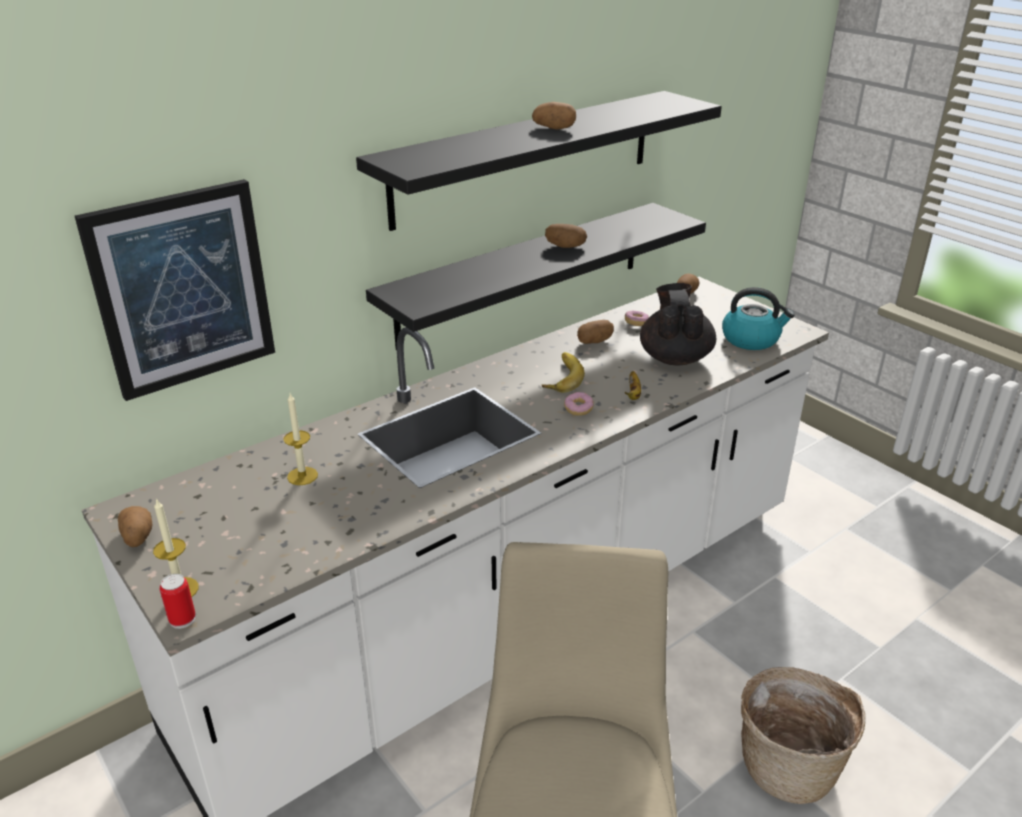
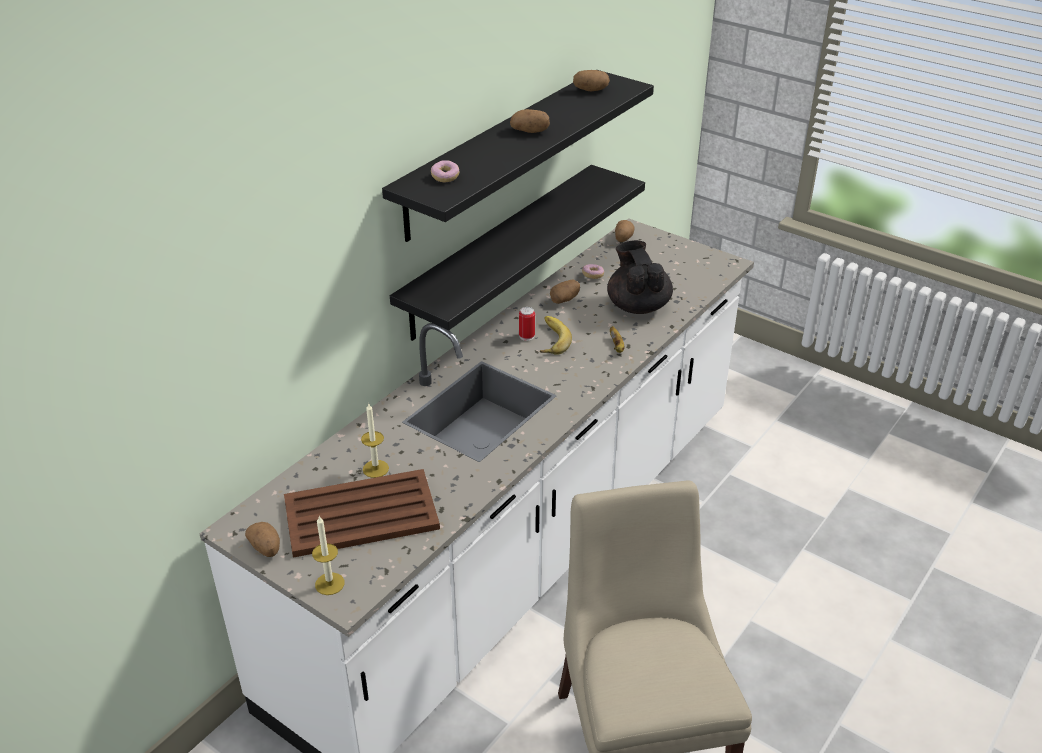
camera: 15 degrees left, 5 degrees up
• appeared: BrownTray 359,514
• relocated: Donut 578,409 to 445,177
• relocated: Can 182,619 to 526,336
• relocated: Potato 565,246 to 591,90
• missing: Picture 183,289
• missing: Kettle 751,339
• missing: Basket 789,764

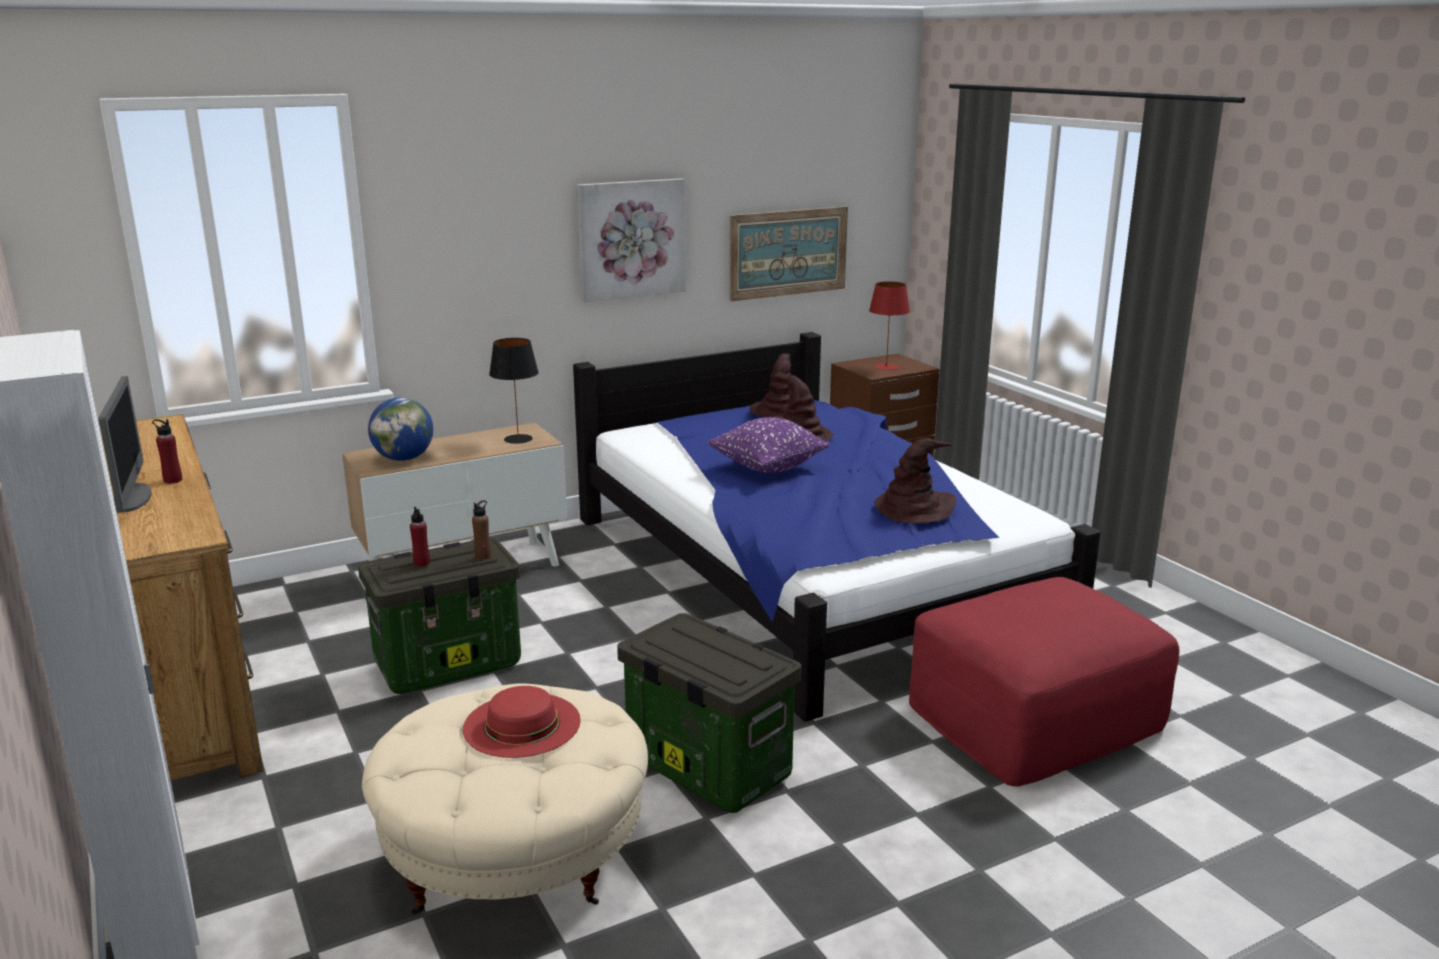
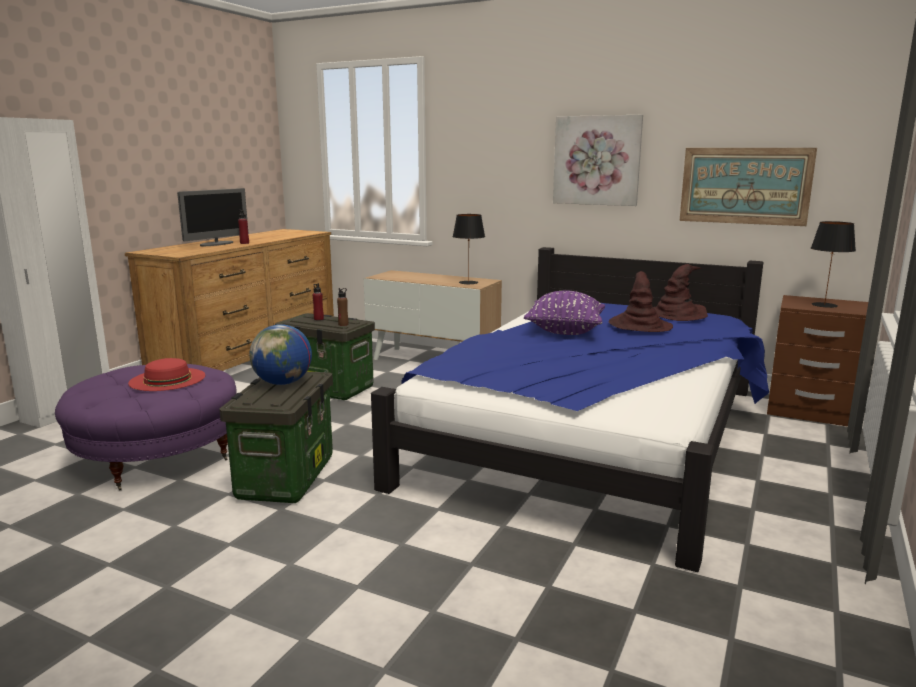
camera: 55 degrees right, 5 degrees down
• colour: BeigeOttoman 514,853 to PurpleOttoman 158,457
• relocated: Globe 404,459 to 283,383
• colour: RedTableLamp 887,367 to BlackTableLamp 825,305
• missing: BrownHat 914,508
• missing: RedOttoman 1034,716

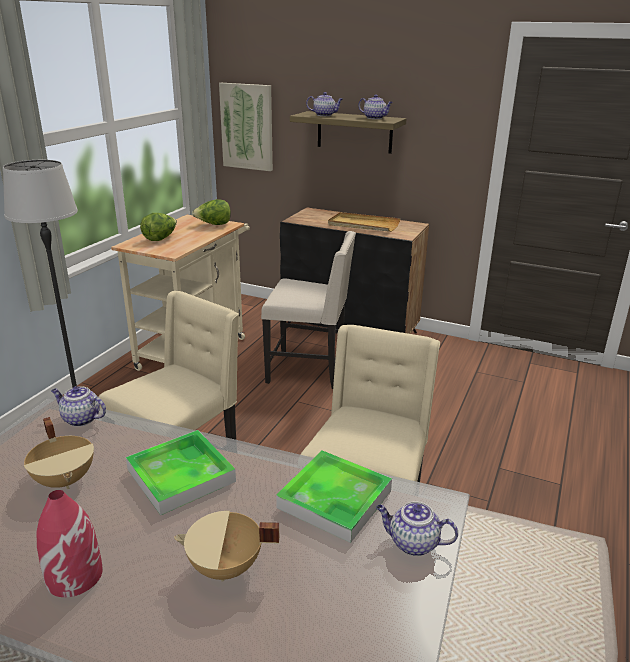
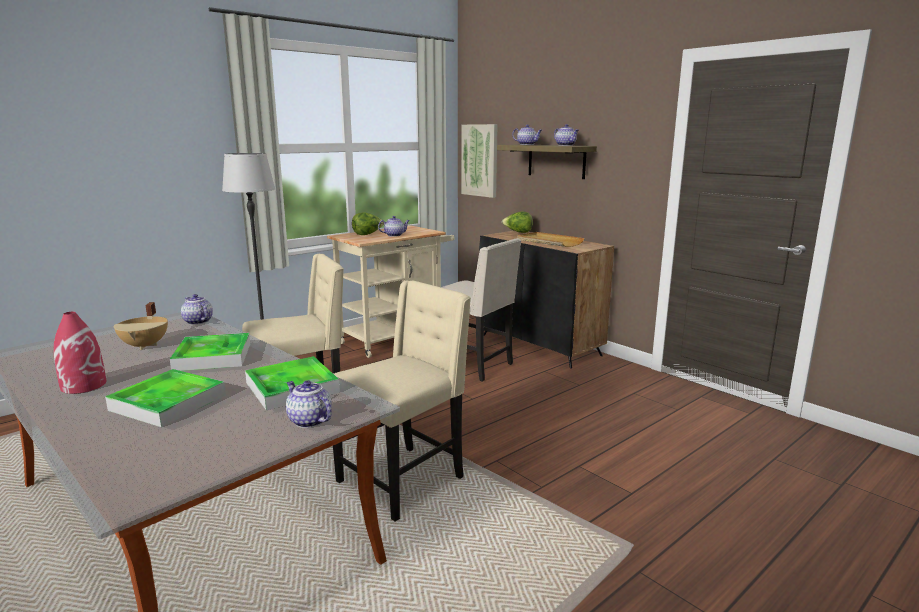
camera: 25 degrees right, 10 degrees down
• exchanged: BeigeCookingPot 225,568 to Tray 168,402
• appeared: Teapot 394,235
• relocated: Lettuce 213,225 to 518,232

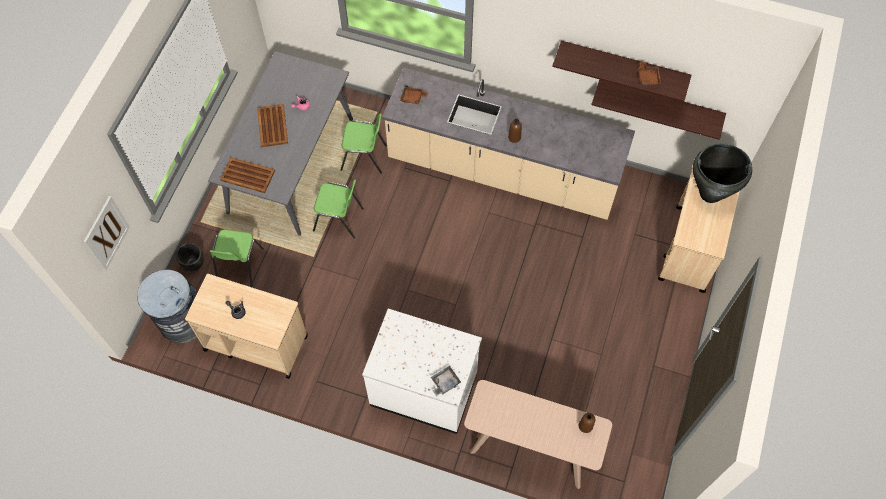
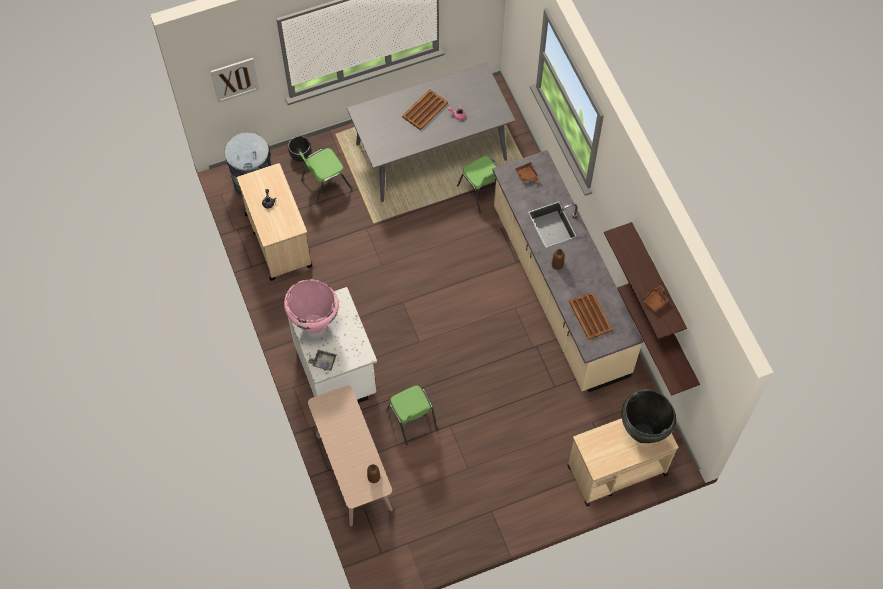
camera: 50 degrees right, 0 degrees up
• appeared: PinkVase 315,324
• relocated: GreenChair 339,219 to 412,421
• relocated: BrownTray 248,176 to 590,316

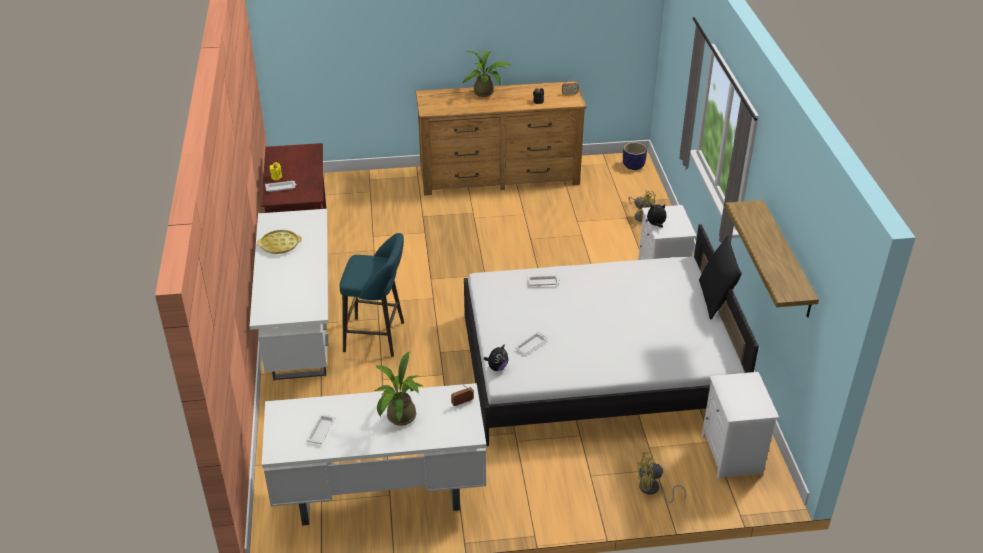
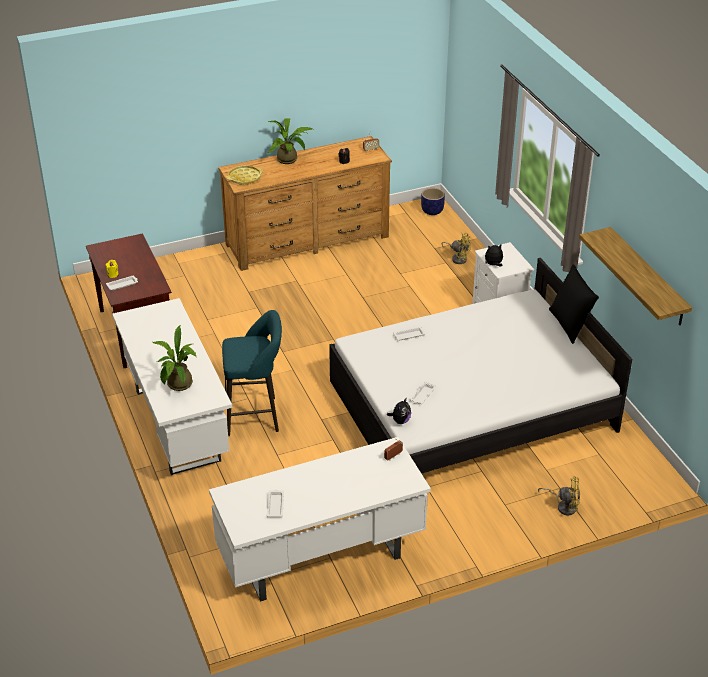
camera: 15 degrees left, 0 degrees up
• relocated: PottedPlant 399,418 to 178,386
• relocated: YellowTray 279,245 to 244,178
• spun: YellowFan 653,490 = 564,506 150 degrees counterclockwise
• missing: WhiteNightstand 733,455

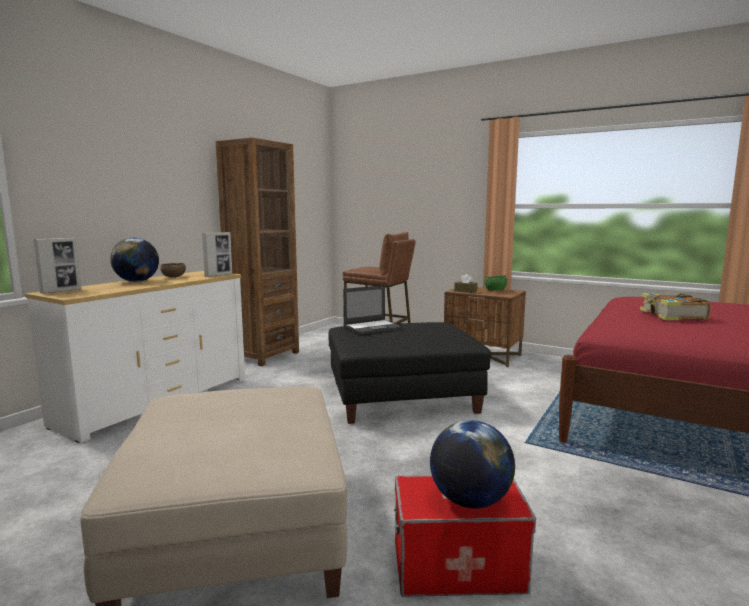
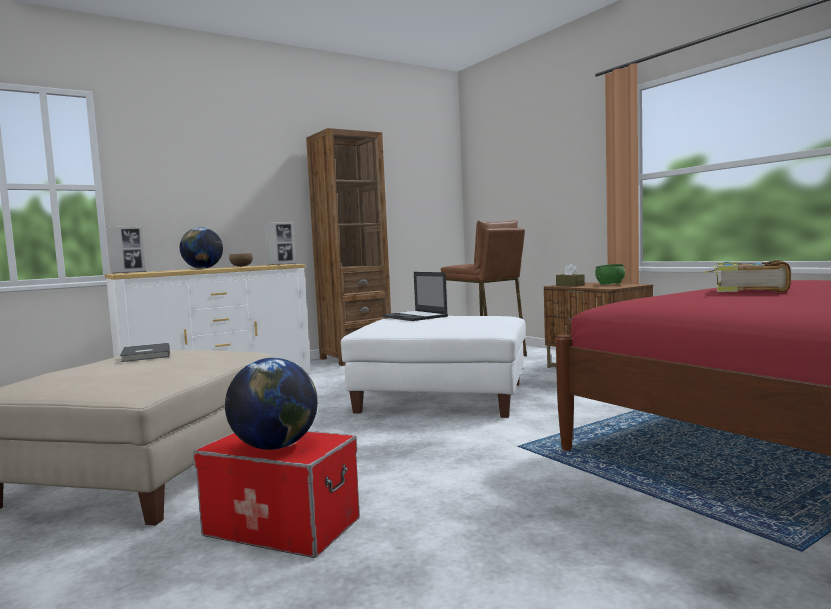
camera: 25 degrees right, 5 degrees down
• appeared: GreyBook 144,355
• colour: BlackOttoman 402,397 to WhiteOttoman 442,397
• spun: Laptop 373,327 = 415,316 60 degrees clockwise

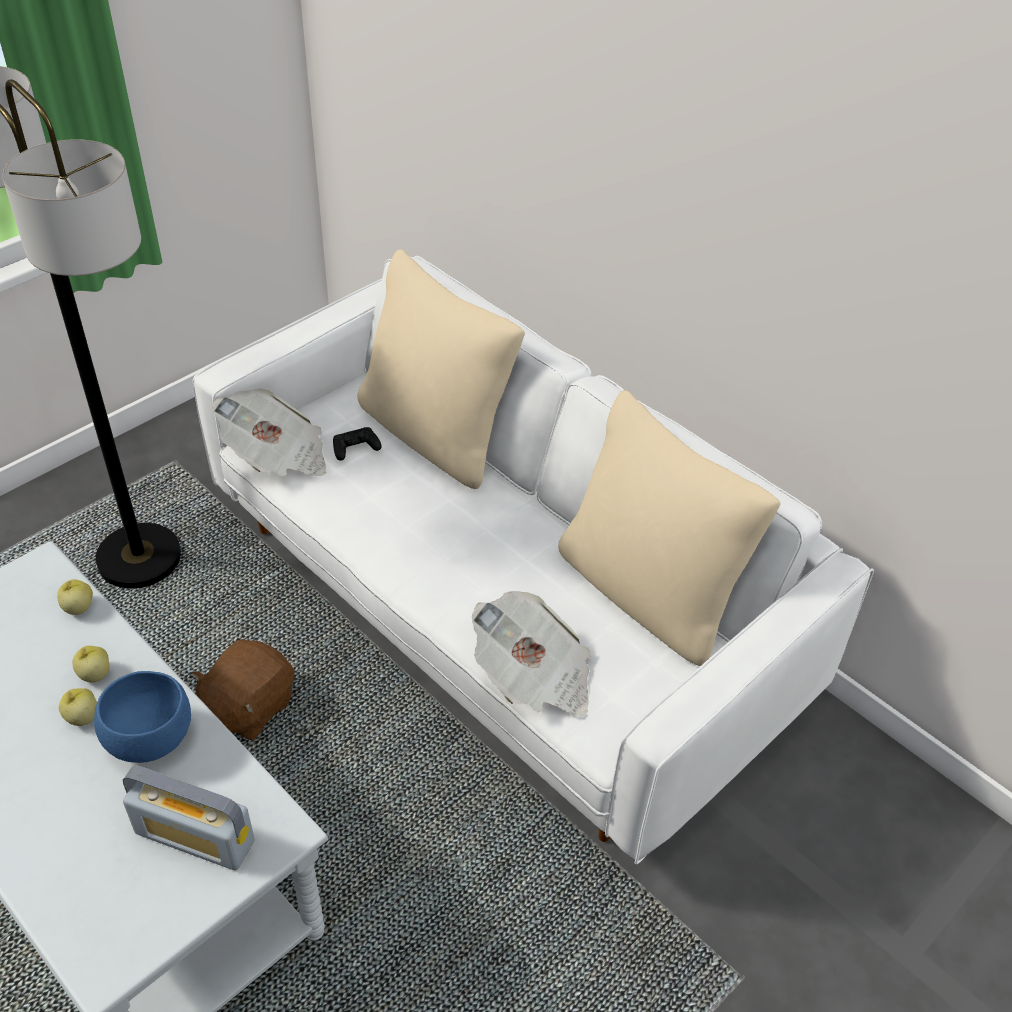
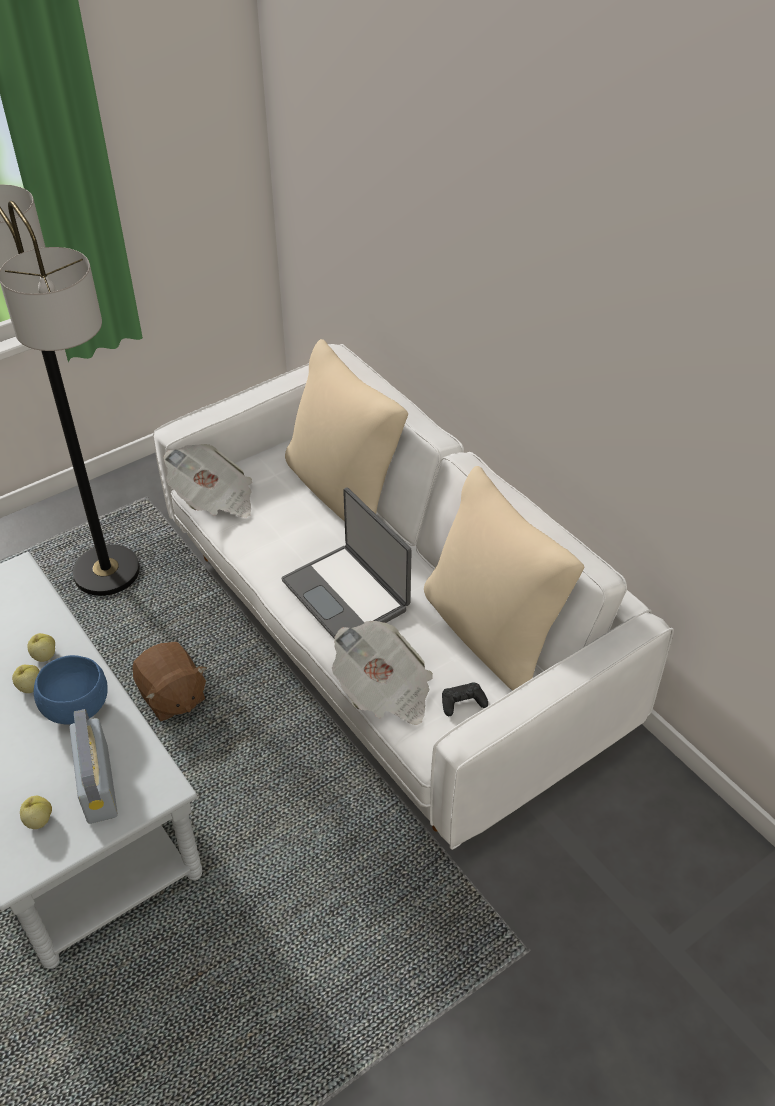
camera: 10 degrees right, 0 degrees up
• relocated: Apple 78,607 to 38,820
• spun: Radio 195,837 = 98,784 45 degrees clockwise
• spun: BrownPlushToy 248,707 = 172,696 75 degrees counterclockwise
• appeared: Laptop 347,594
• relocated: BlackGameController 355,448 to 462,702

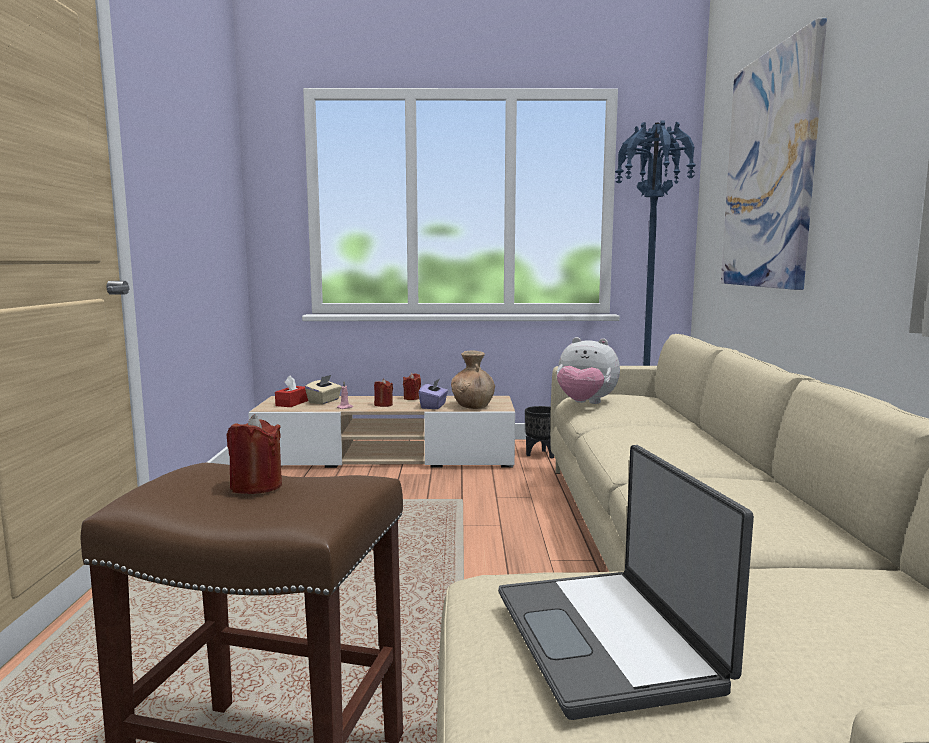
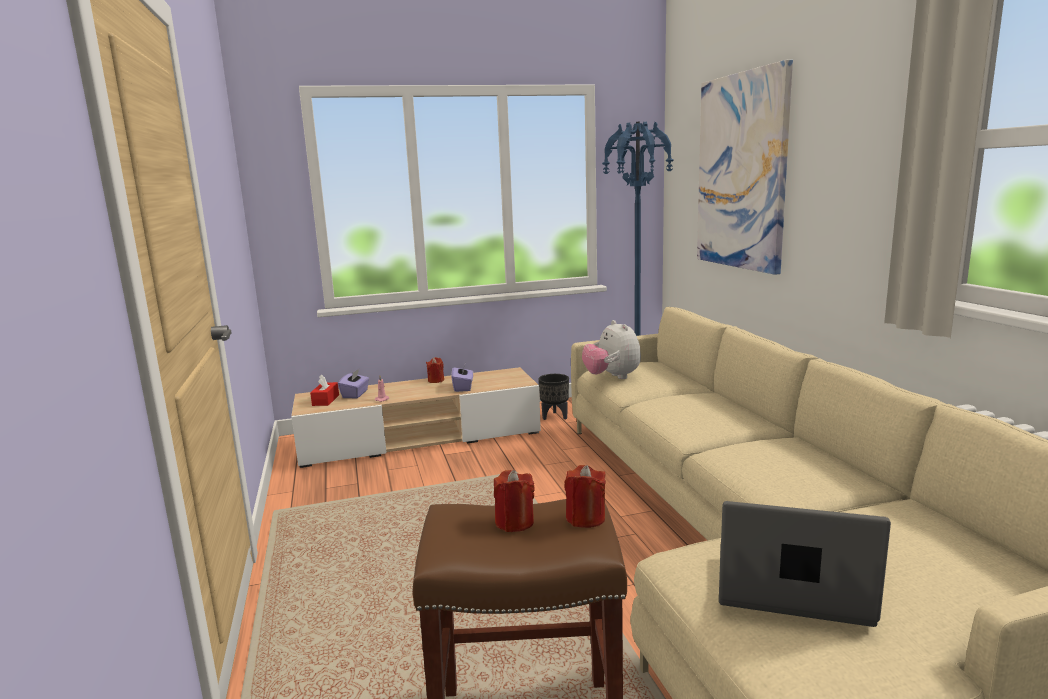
camera: 15 degrees left, 5 degrees up
• colour: BeigeTissueBox 324,401 to PurpleTissueBox 355,394
• relocated: RedCandle 383,405 to 585,518
• spun: PlushToy 585,404 = 612,377 60 degrees clockwise
• spun: Laptop 609,639 = 791,588 135 degrees clockwise
• missing: BrownVase 473,406

